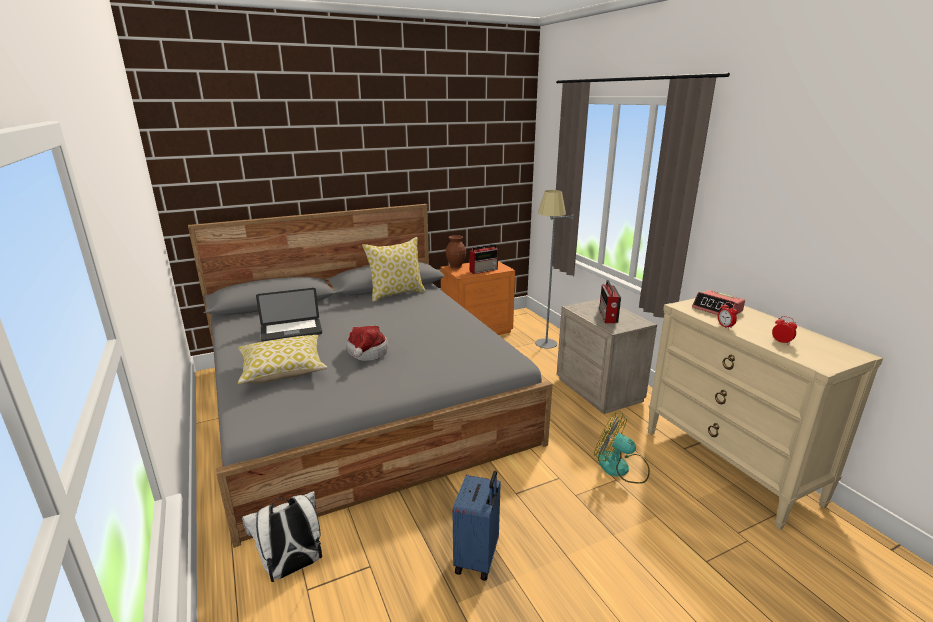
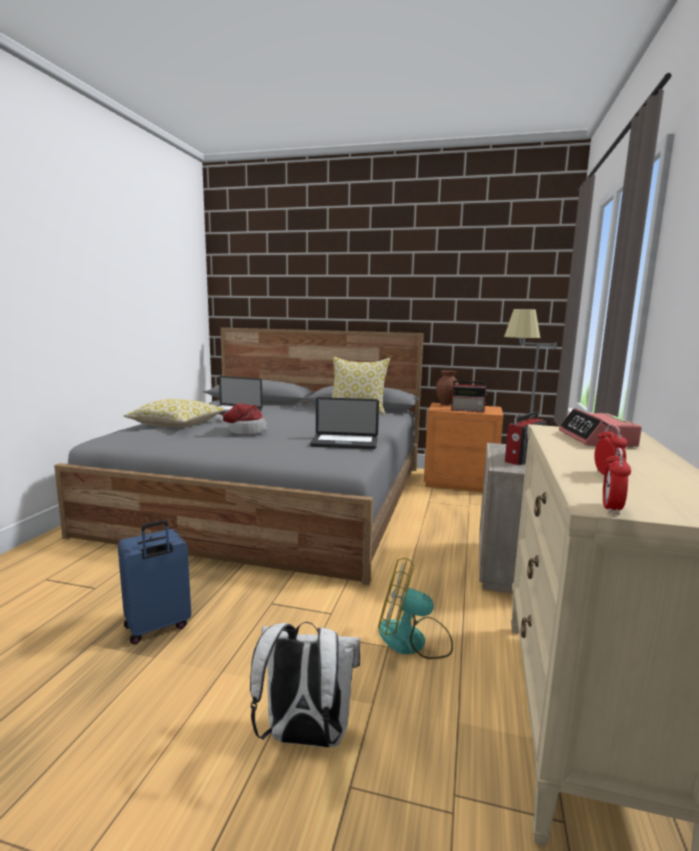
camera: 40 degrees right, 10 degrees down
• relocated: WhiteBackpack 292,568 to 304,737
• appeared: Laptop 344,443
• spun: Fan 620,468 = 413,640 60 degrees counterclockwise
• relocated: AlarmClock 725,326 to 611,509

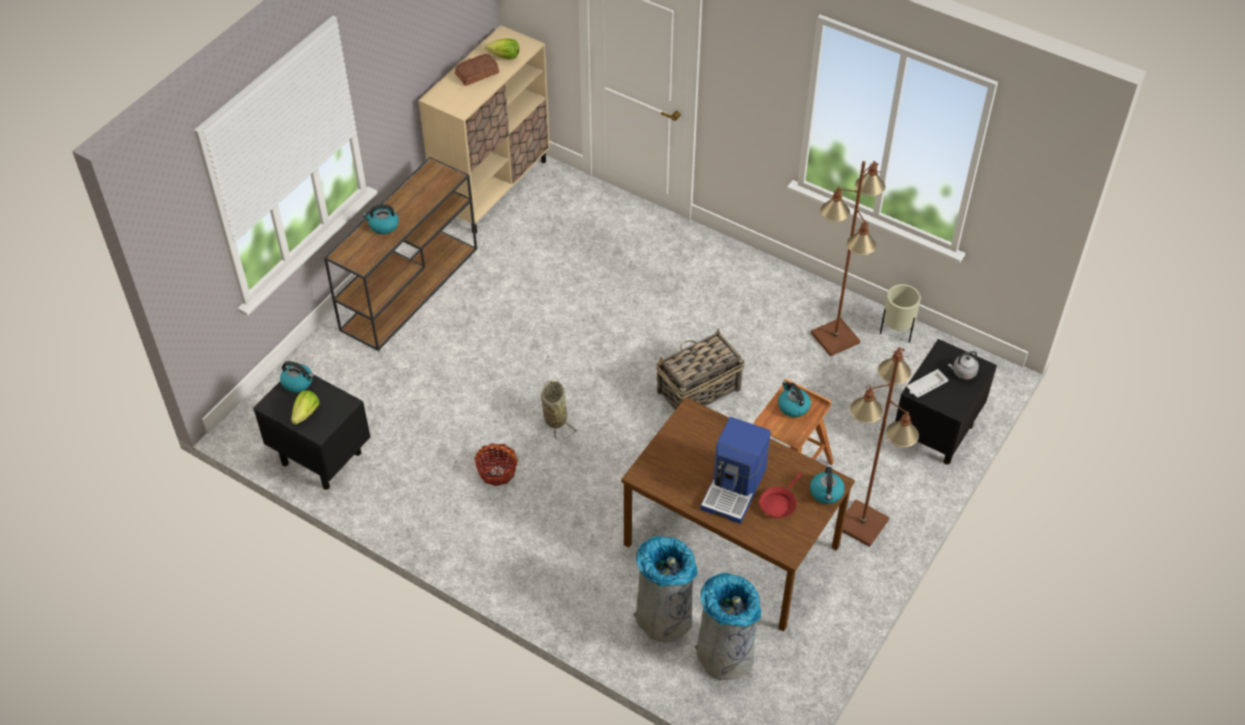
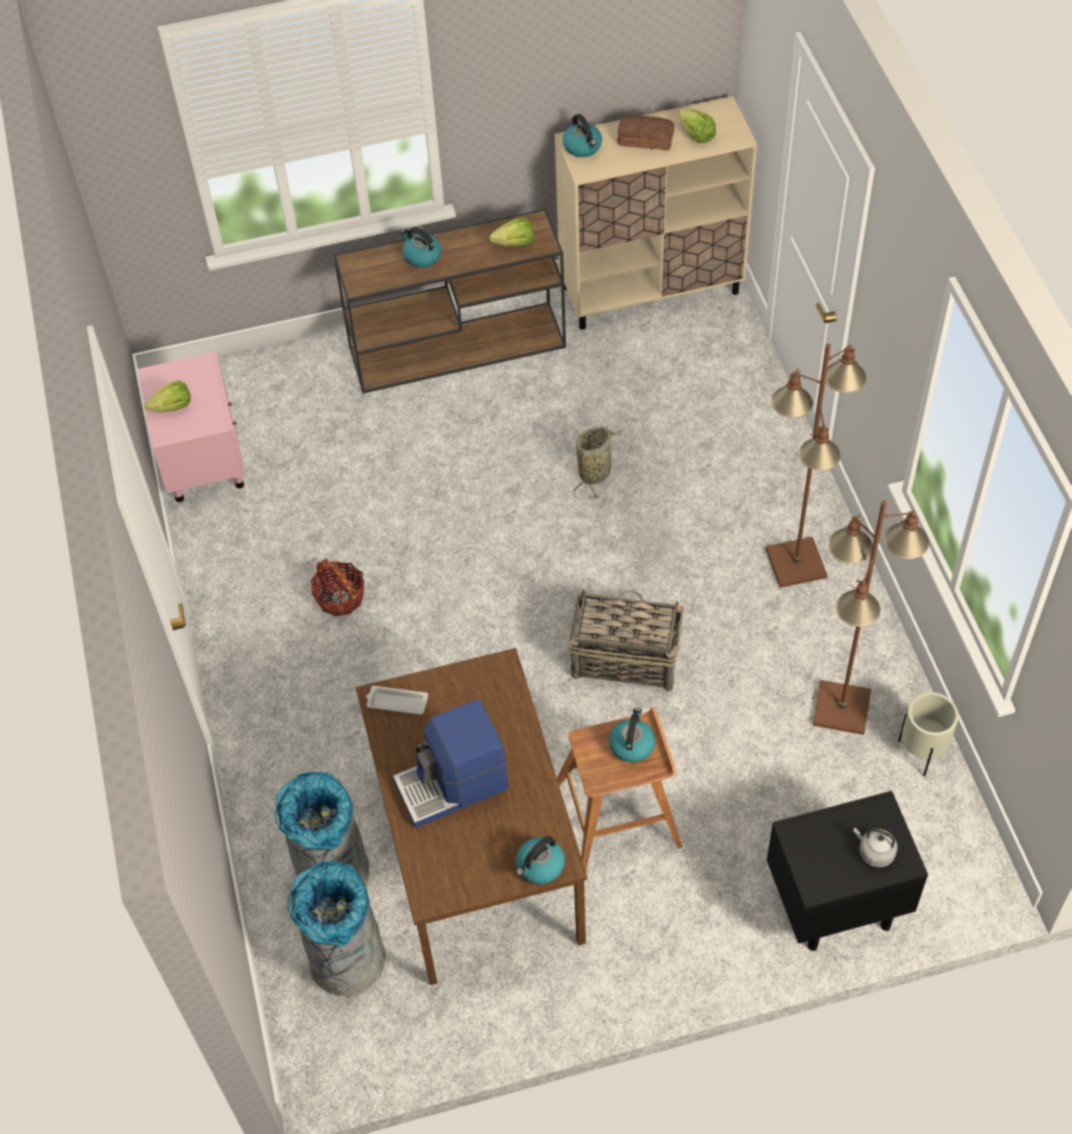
camera: 45 degrees right, 5 degrees up
• colour: BlackNightstand 320,457 to PinkNightstand 204,466
• relocated: WhiteTray 926,386 to 396,702
• appeared: Lettuce 515,243
• relocated: Kettle 298,382 to 583,147
• relocated: Basket 555,417 to 596,471
• relocated: BrownFloorLamp 863,523 to 797,564
• missing: RedFryingPan 779,503

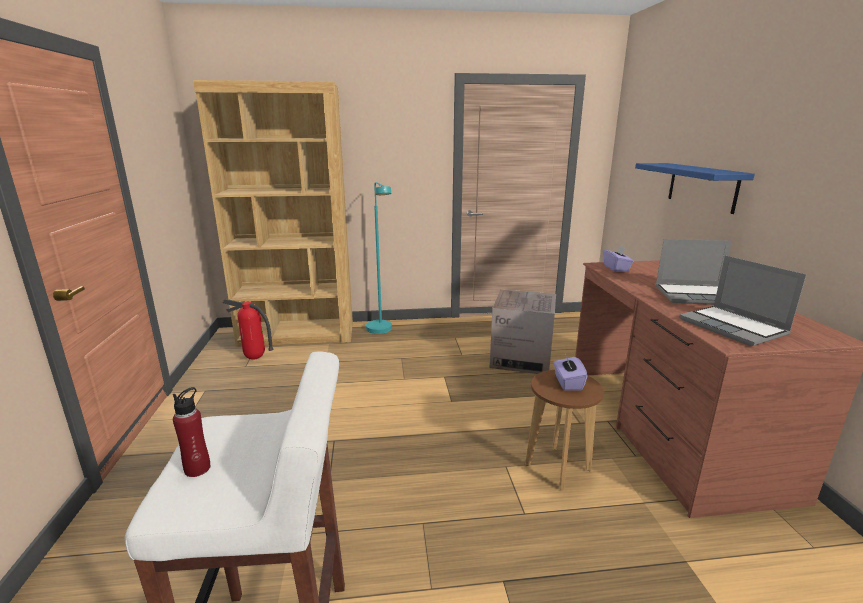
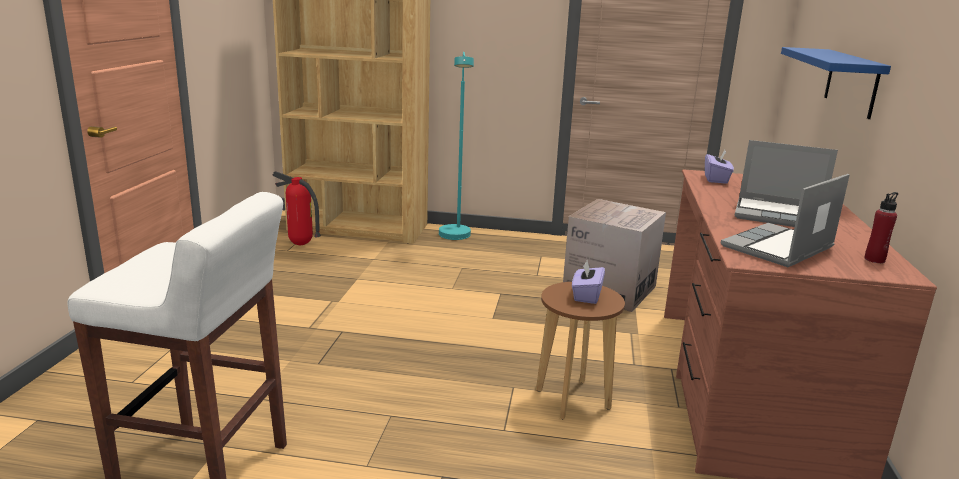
camera: 15 degrees right, 0 degrees up
• spun: Laptop 734,327 = 778,248 60 degrees clockwise
• relocated: RedBottle 197,468 to 874,259

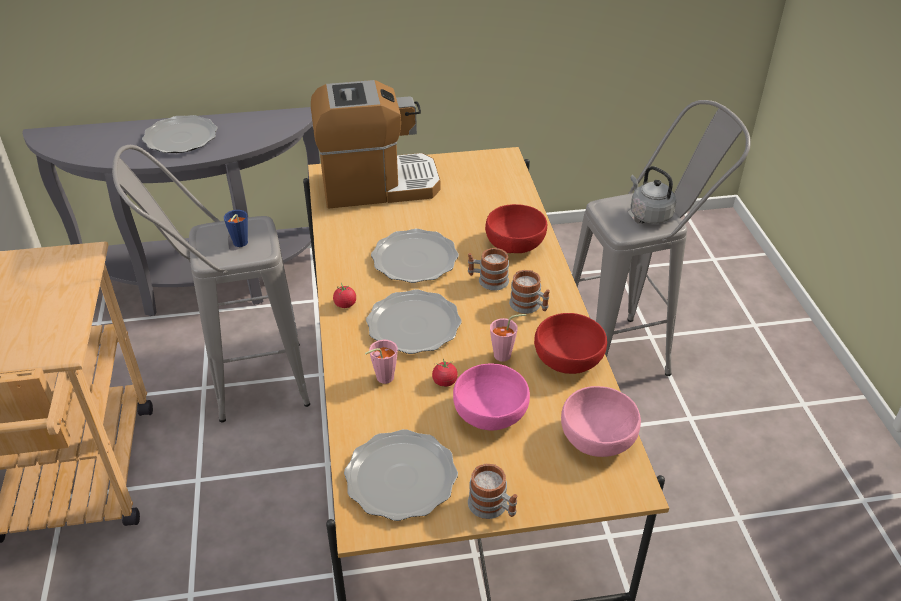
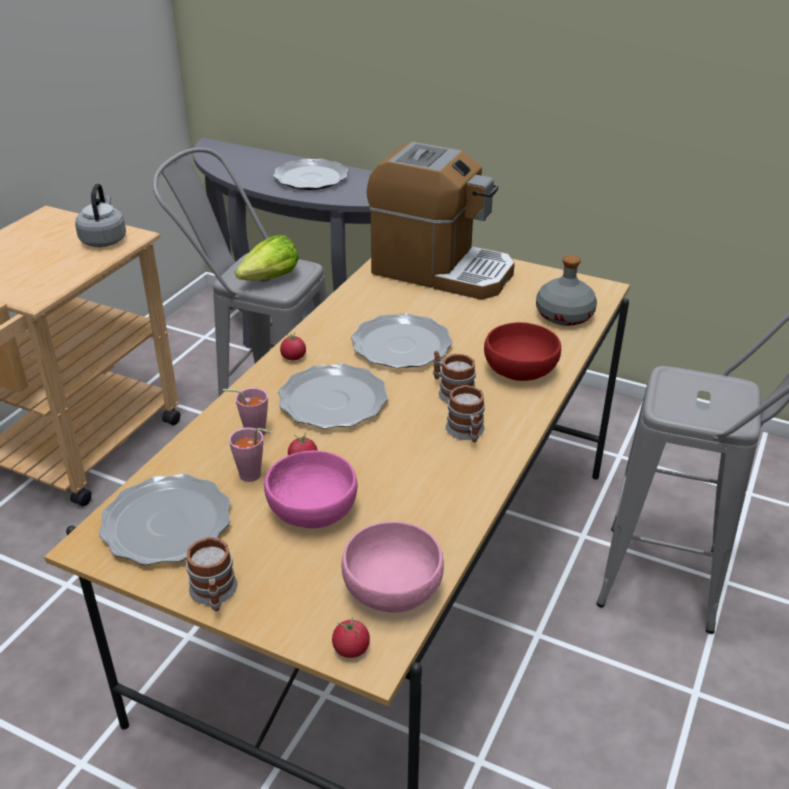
camera: 35 degrees right, 5 degrees down
• relocated: GreyKettle 649,214 to 104,239
• relocated: PinkCup 506,355 to 254,476
• exchanged: BlueCup 239,244 to Lettuce 270,278
• appeared: Tomato 351,649
• appeared: GreyBottle 565,315
• missing: RedBowl 569,359

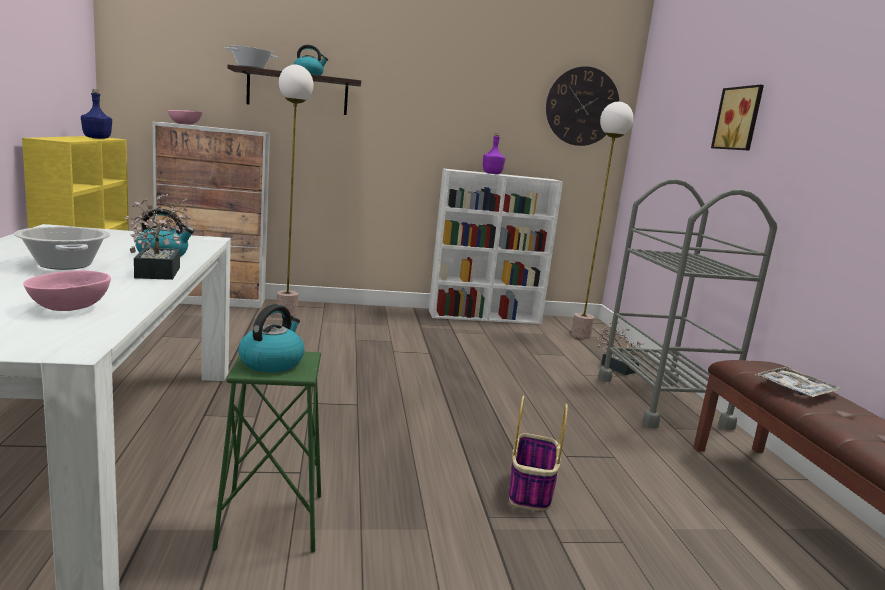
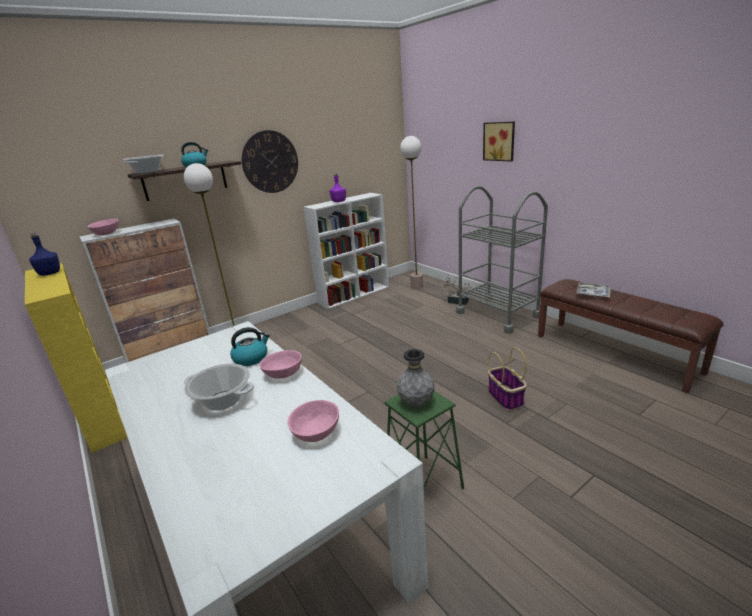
camera: 25 degrees left, 10 degrees up
• relocated: WallClock 582,106 to 270,162
• exchanged: PottedPlant 160,271 to PinkBowl 284,374
• exchanged: Kettle 272,362 to GreyVase 416,403

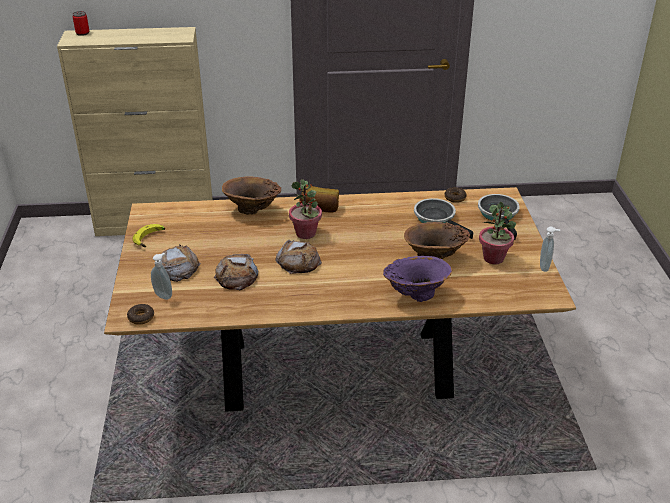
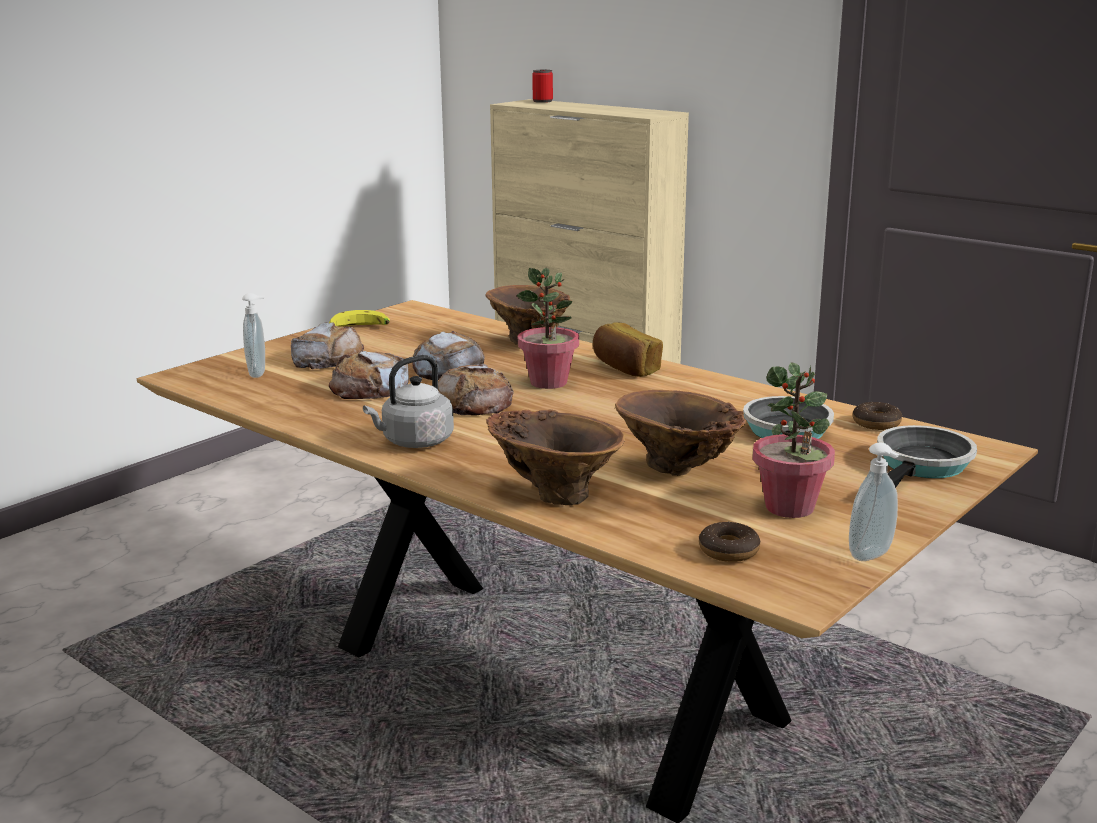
camera: 45 degrees right, 15 degrees down
• appeared: GreyKettle 414,442
• appeared: Bread 448,369
• colour: PurpleVase 415,295 to BrownVase 554,493
• relocated: Donut 141,317 to 728,551

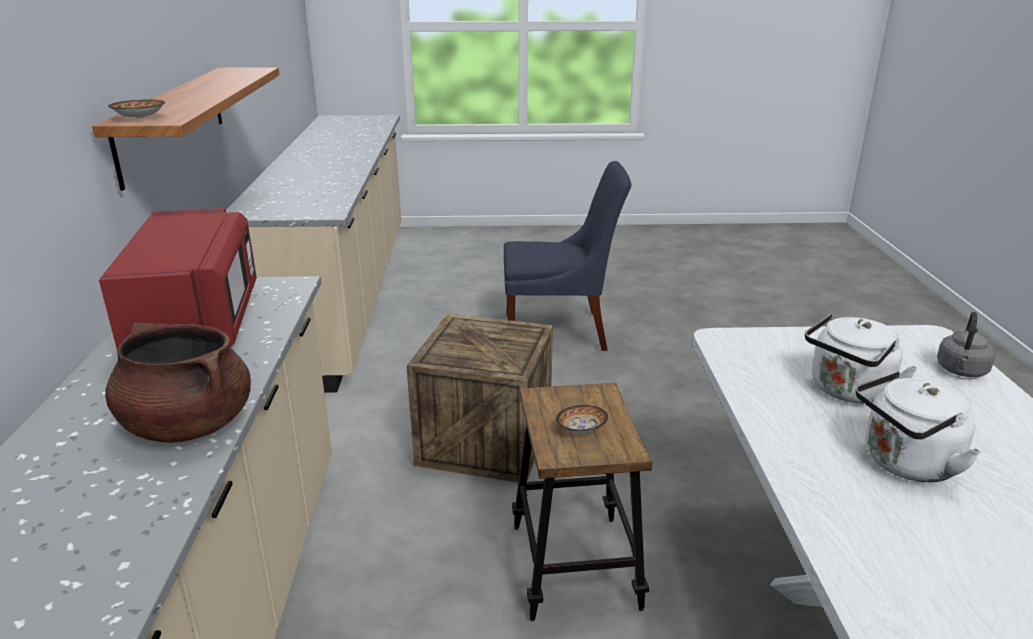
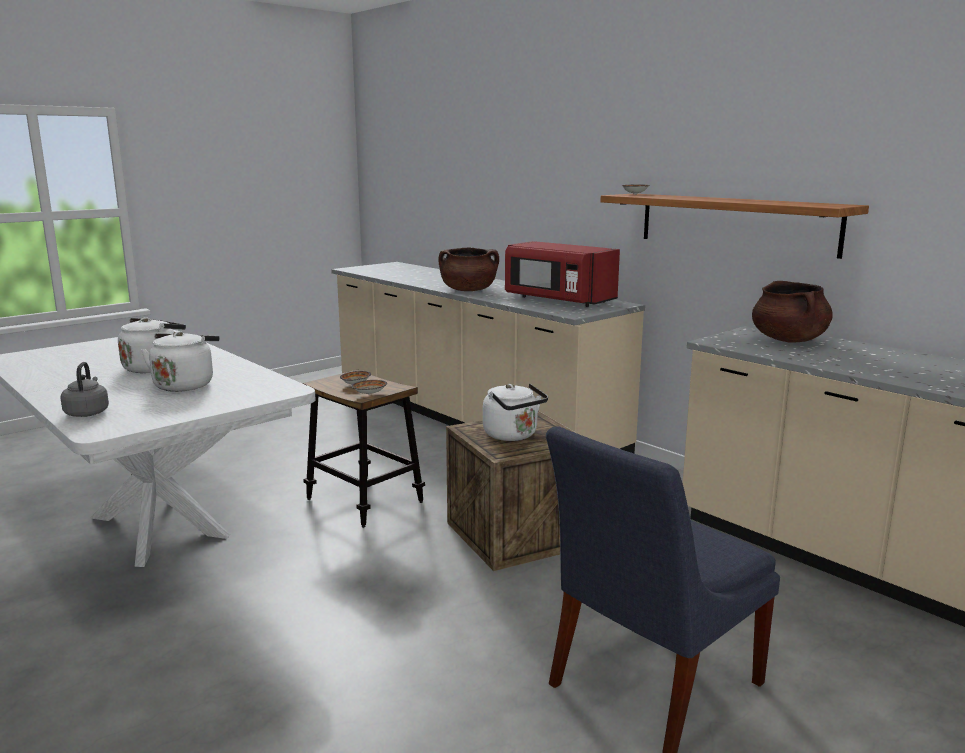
camera: 140 degrees right, 10 degrees down
• appeared: Bowl 368,394
• appeared: WhiteKettle 513,436
• appeared: BrownCookingPot 789,340

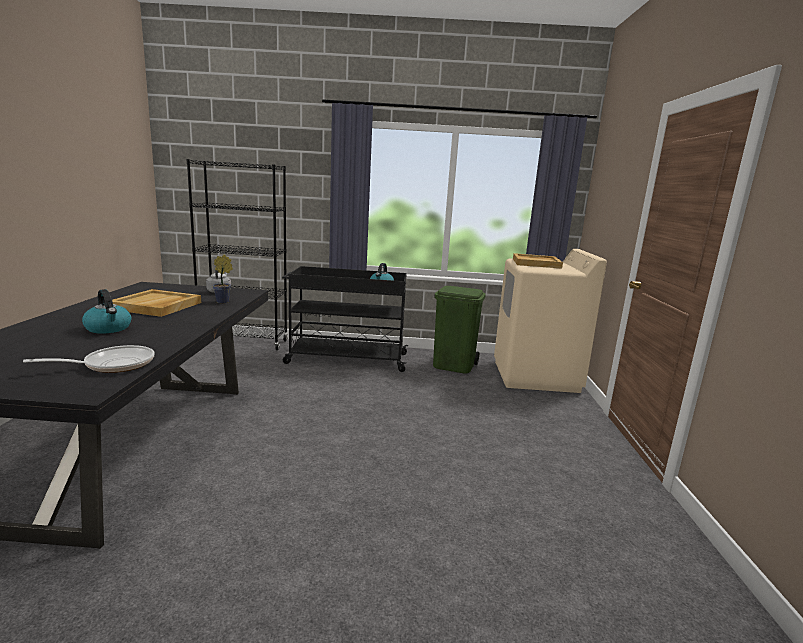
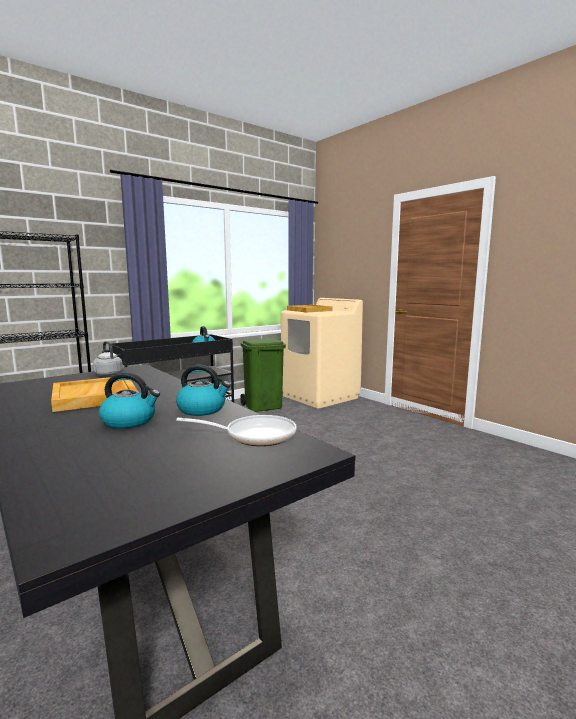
camera: 40 degrees left, 5 degrees down
• appeared: Kettle 202,409
• spun: FryingPan 113,364 = 254,435 75 degrees clockwise
• missing: PottedPlant 224,302

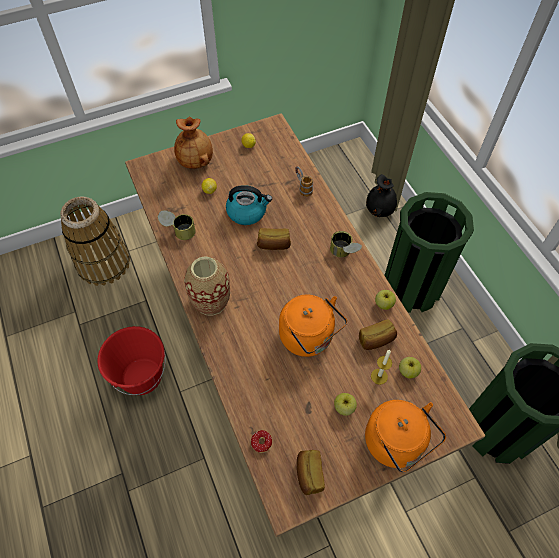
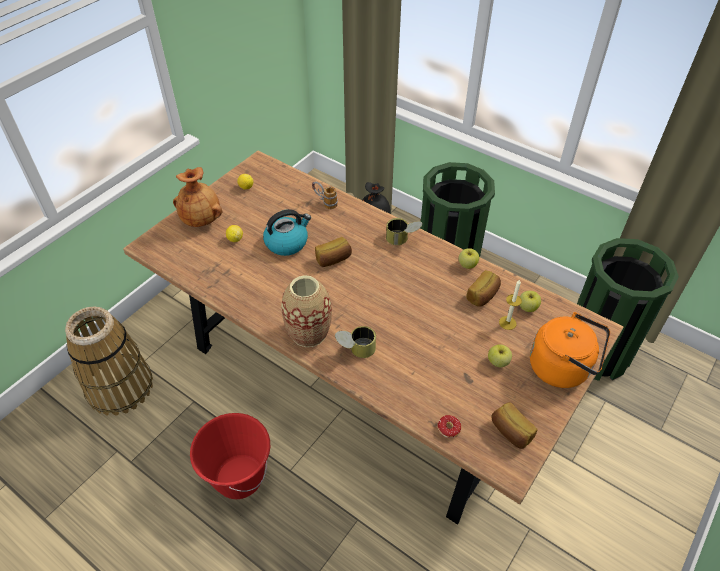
camera: 30 degrees left, 10 degrees down
• relocated: Can 178,231 to 355,350
• missing: OrangeKettle 309,338

